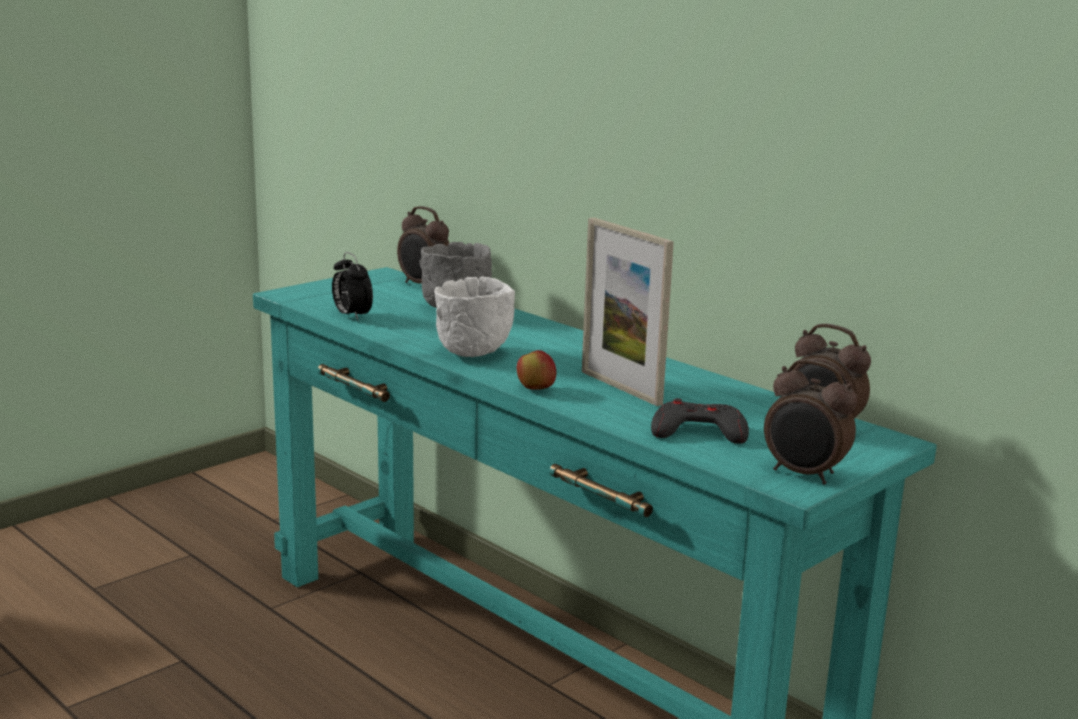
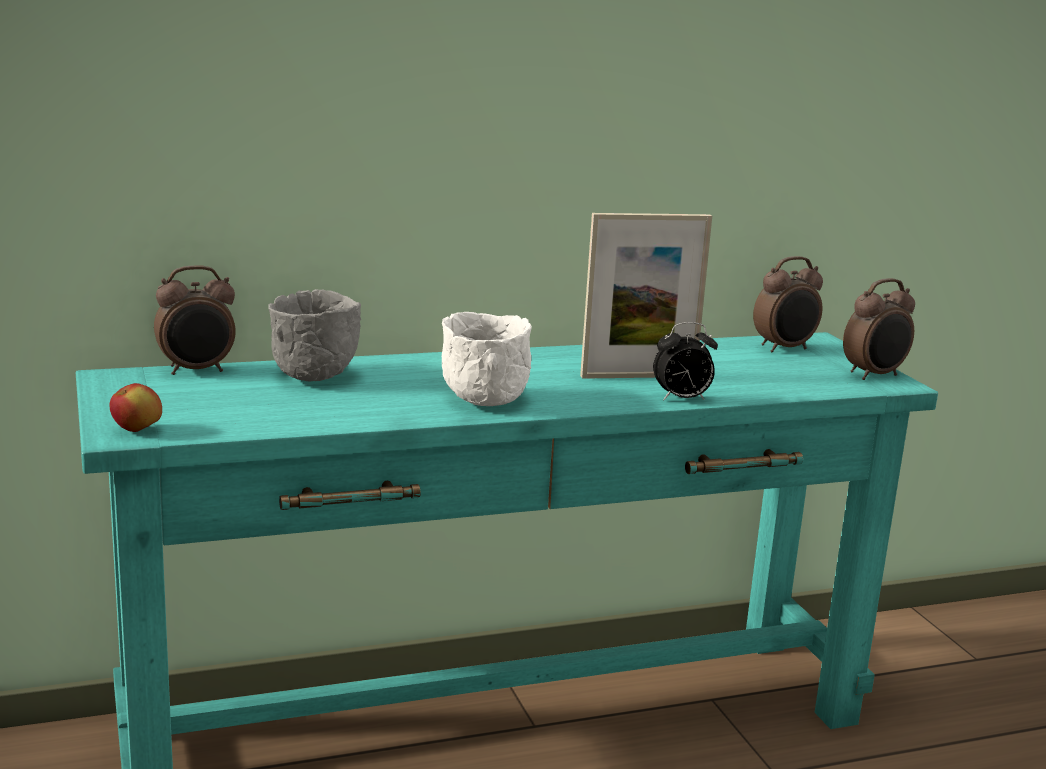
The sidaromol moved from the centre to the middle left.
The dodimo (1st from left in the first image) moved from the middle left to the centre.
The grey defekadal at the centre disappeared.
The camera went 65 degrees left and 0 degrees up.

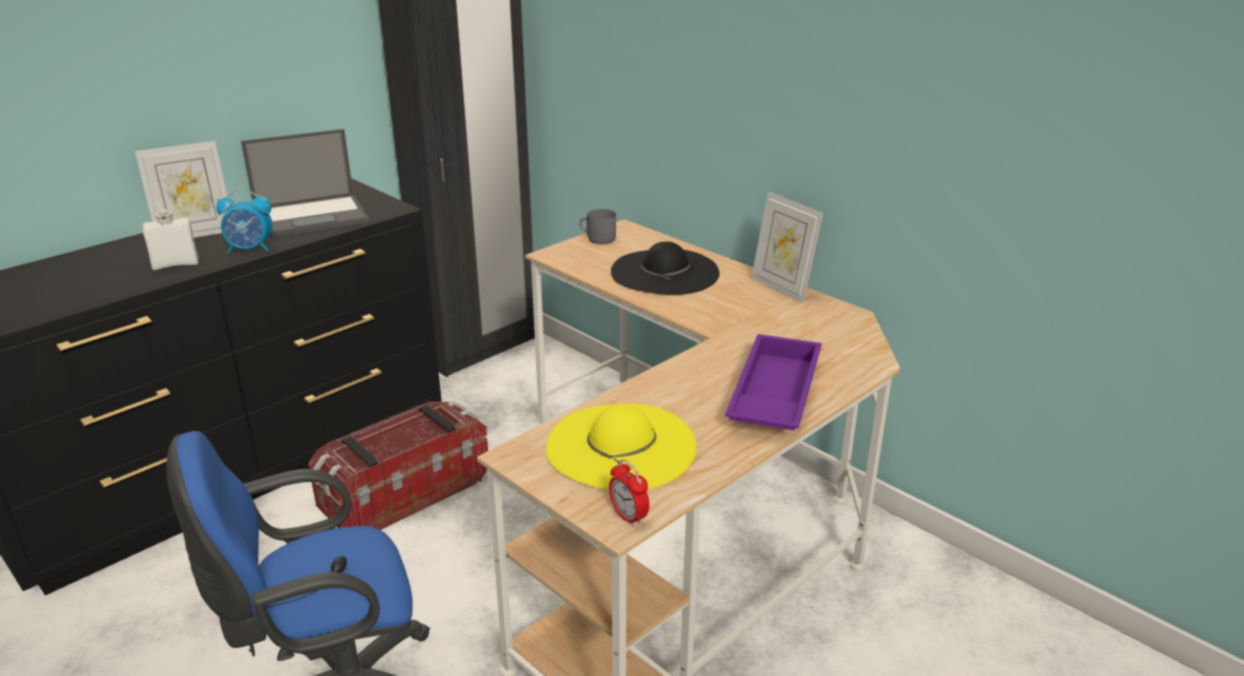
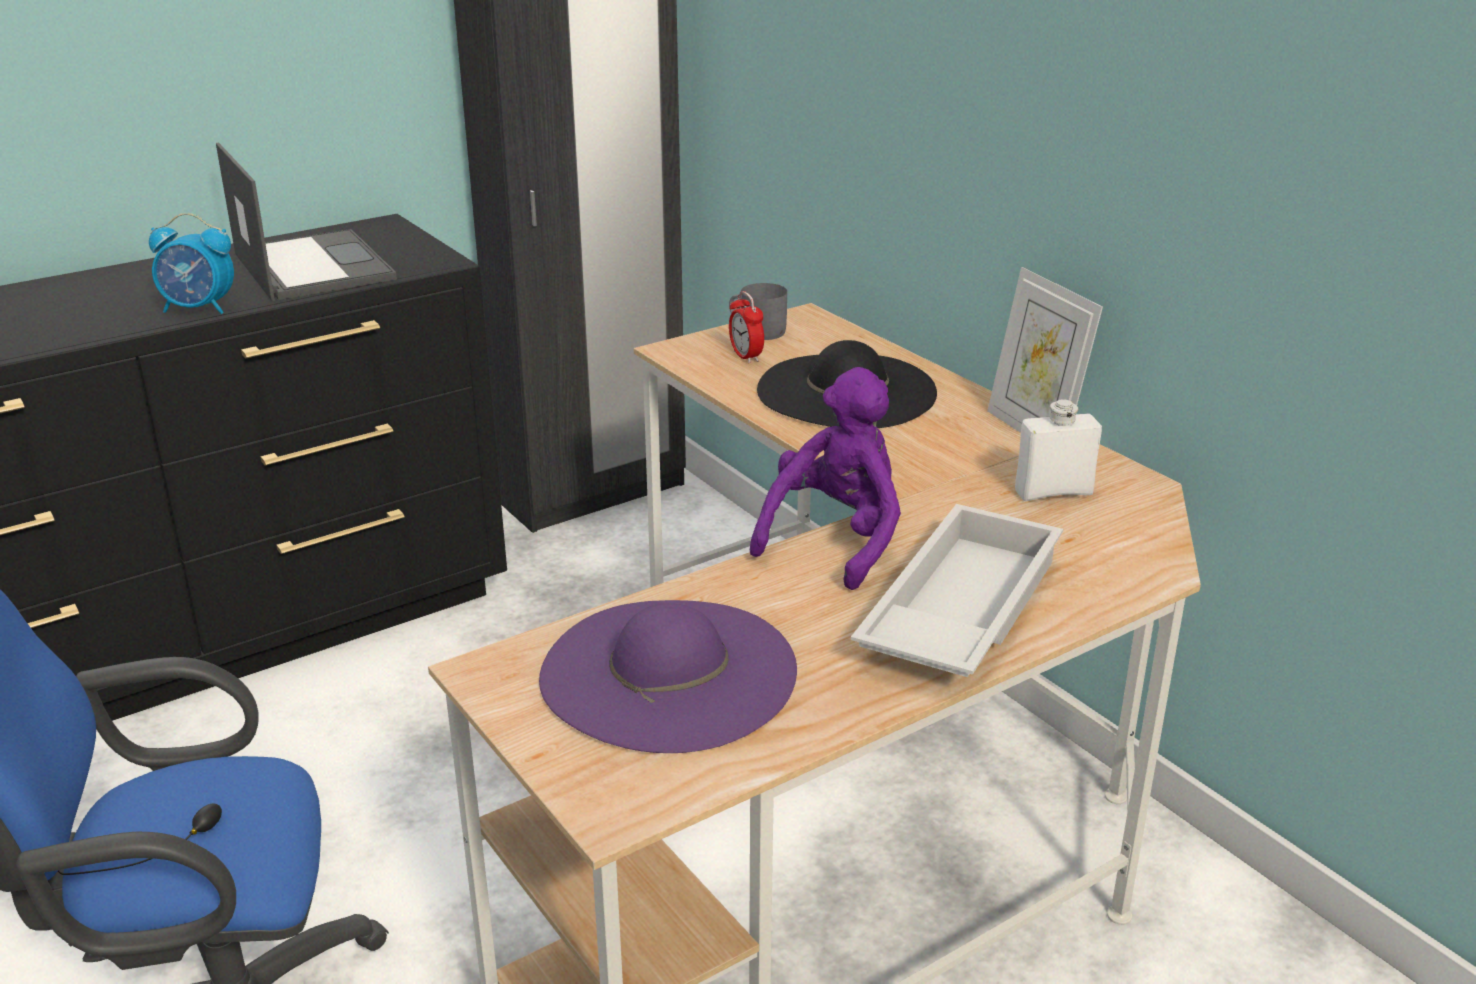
The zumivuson at the top left turned 105 degrees counterclockwise.
The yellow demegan at the centre became the purple demegan at the bottom centre.
The dodimo (2nd from left) moved from the bottom centre to the top centre.
The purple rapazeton at the centre appeared.
The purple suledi at the centre became the white suledi at the centre.
The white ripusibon moved from the middle left to the middle right.
The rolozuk (1st from left) at the top left disappeared.
The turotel at the bottom left disappeared.
The camera went 10 degrees right and 0 degrees up.

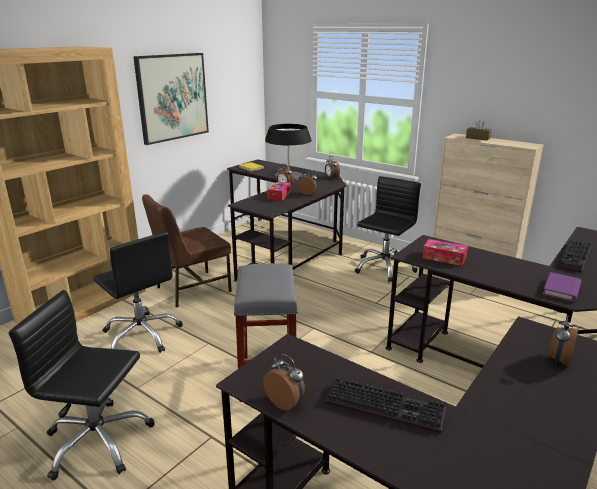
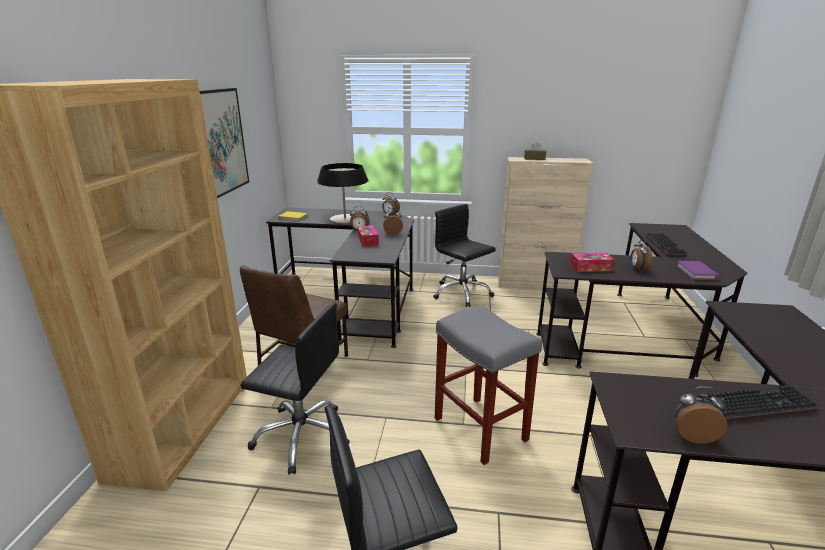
The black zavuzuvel (3rd from left) at the centre turned 45 degrees counterclockwise.
The dodimo (5th from left in the first image) moved from the bottom right to the middle right.
The camera went 30 degrees left and 0 degrees up.

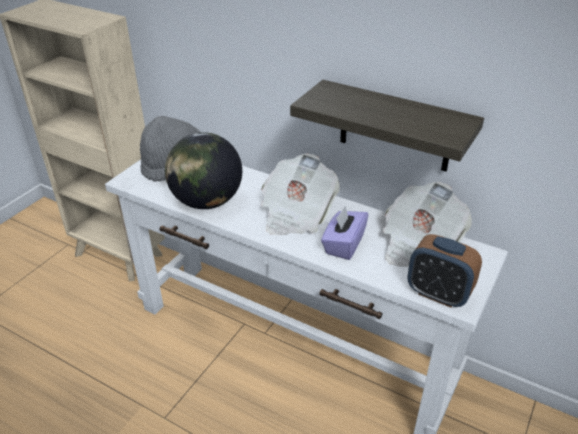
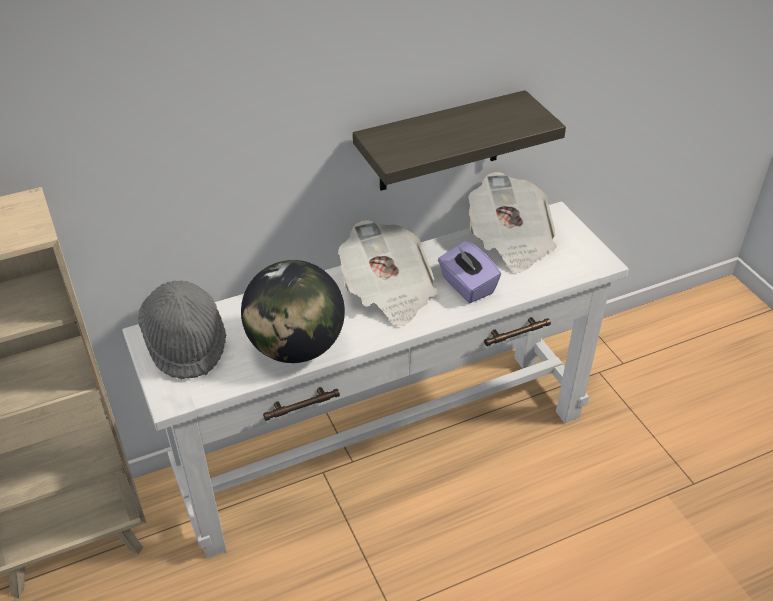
The dodimo at the middle right disappeared.
The camera went 55 degrees left and 5 degrees up.

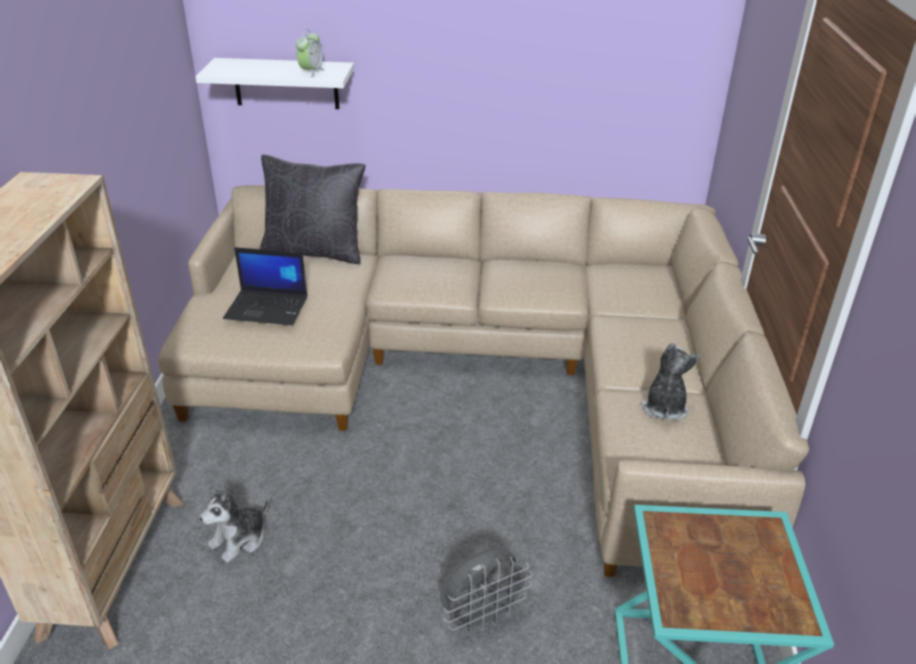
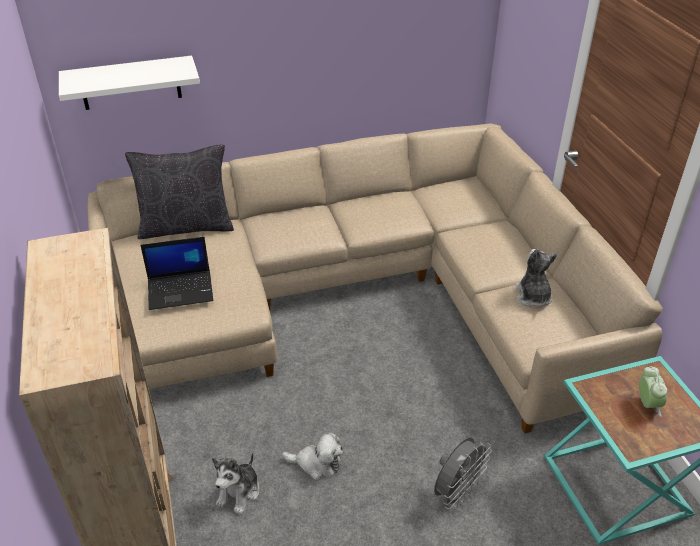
The rapazeton (2nd from left) at the bottom centre appeared.
The dodimo moved from the top centre to the bottom right.
The camera went 20 degrees left and 5 degrees up.

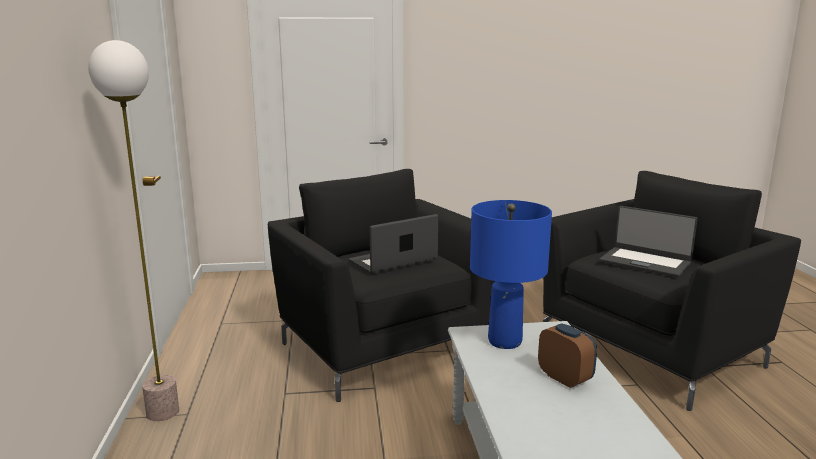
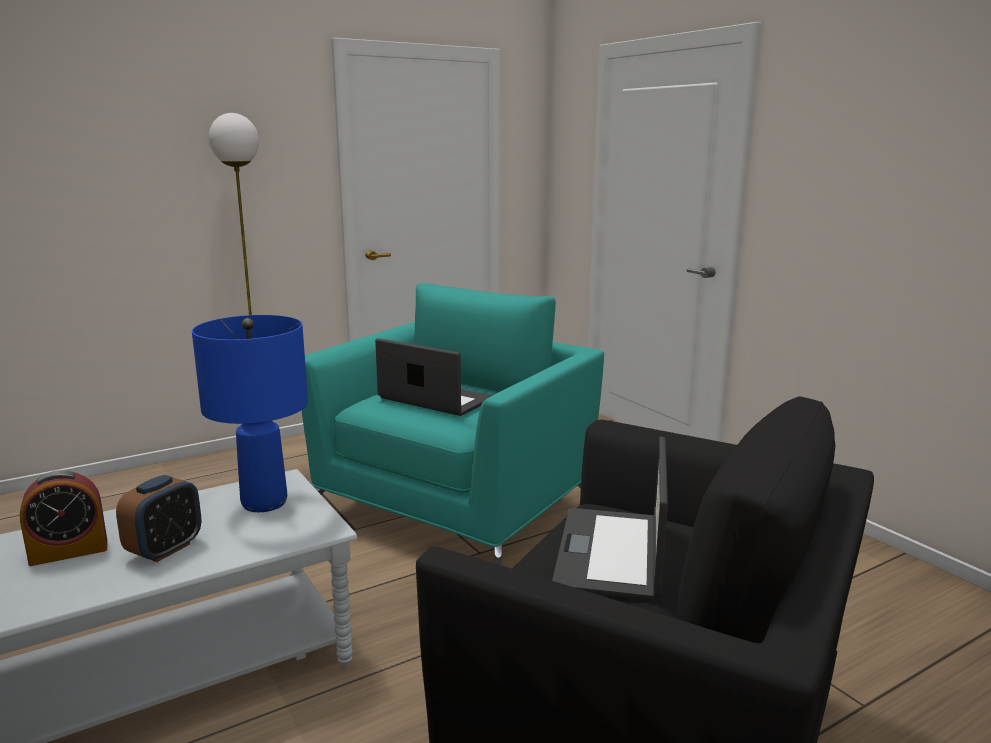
The dodimo (1st from left) at the bottom left appeared.
The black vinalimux (1st from left) at the centre became the turquoise vinalimux at the centre.
The camera went 65 degrees right and 0 degrees up.

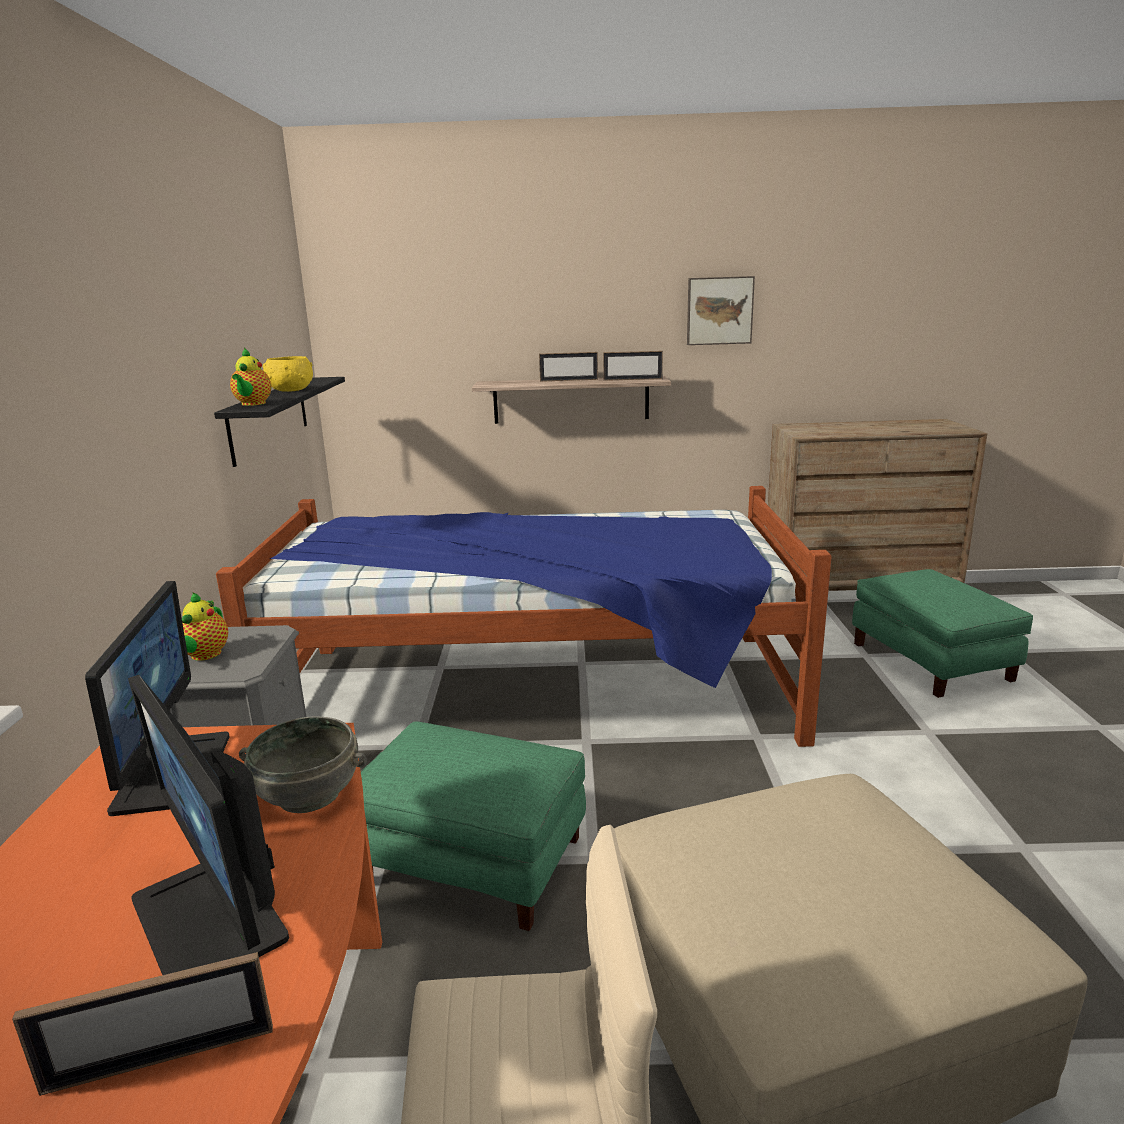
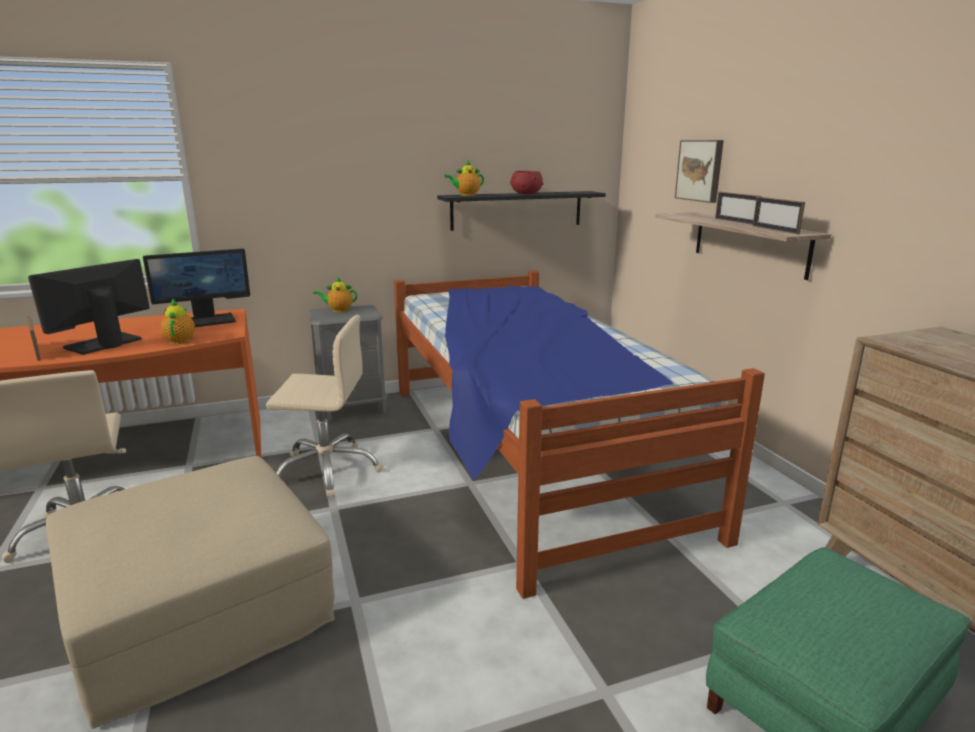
The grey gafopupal at the bottom left was replaced by the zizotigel (1st from left) at the middle left.
The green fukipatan (1st from left) at the bottom centre was replaced by the beige zavuzuvel (2nd from left) at the middle left.
The yellow gafopupal at the top left became the red gafopupal at the top centre.
The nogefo moved from the top centre to the top right.
The camera went 70 degrees right and 0 degrees up.

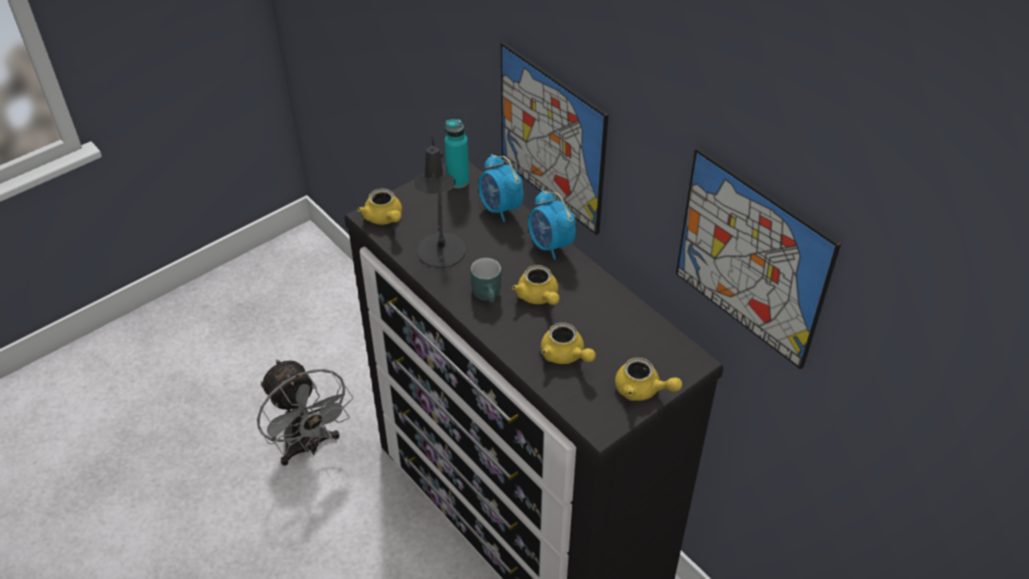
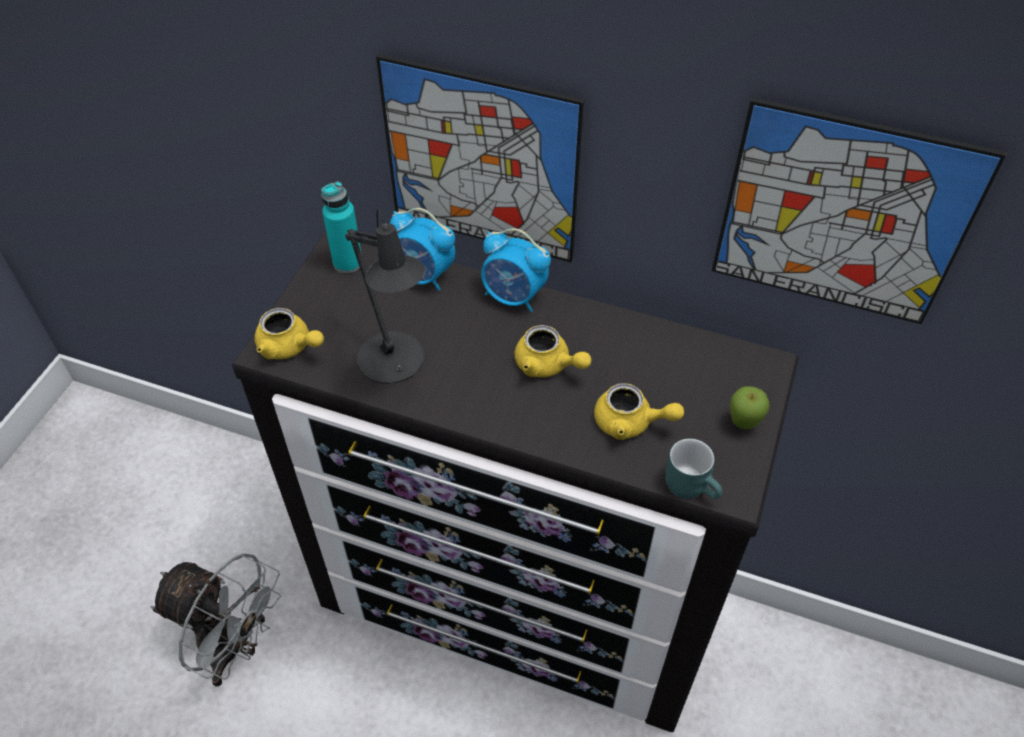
The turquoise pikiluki moved from the centre to the middle right.
The yellow zizotigel (4th from left) at the centre was replaced by the sidaromol at the middle right.
The camera went 30 degrees left and 5 degrees up.

